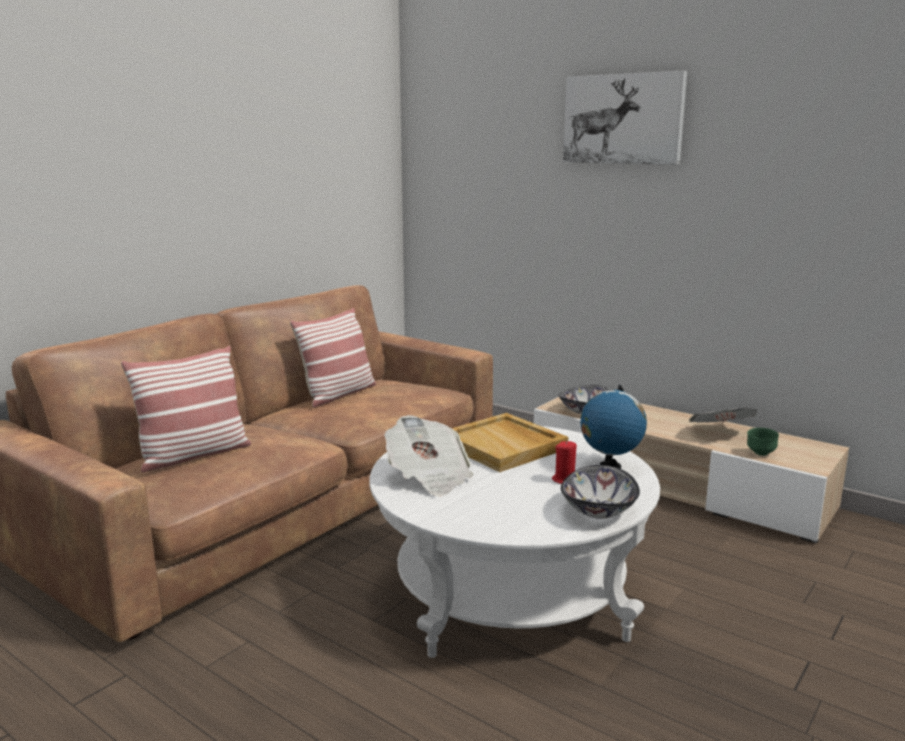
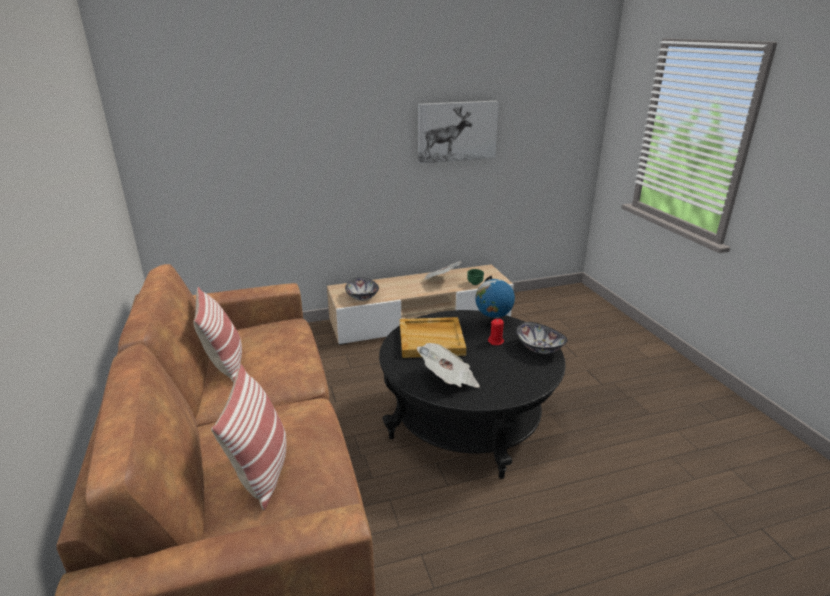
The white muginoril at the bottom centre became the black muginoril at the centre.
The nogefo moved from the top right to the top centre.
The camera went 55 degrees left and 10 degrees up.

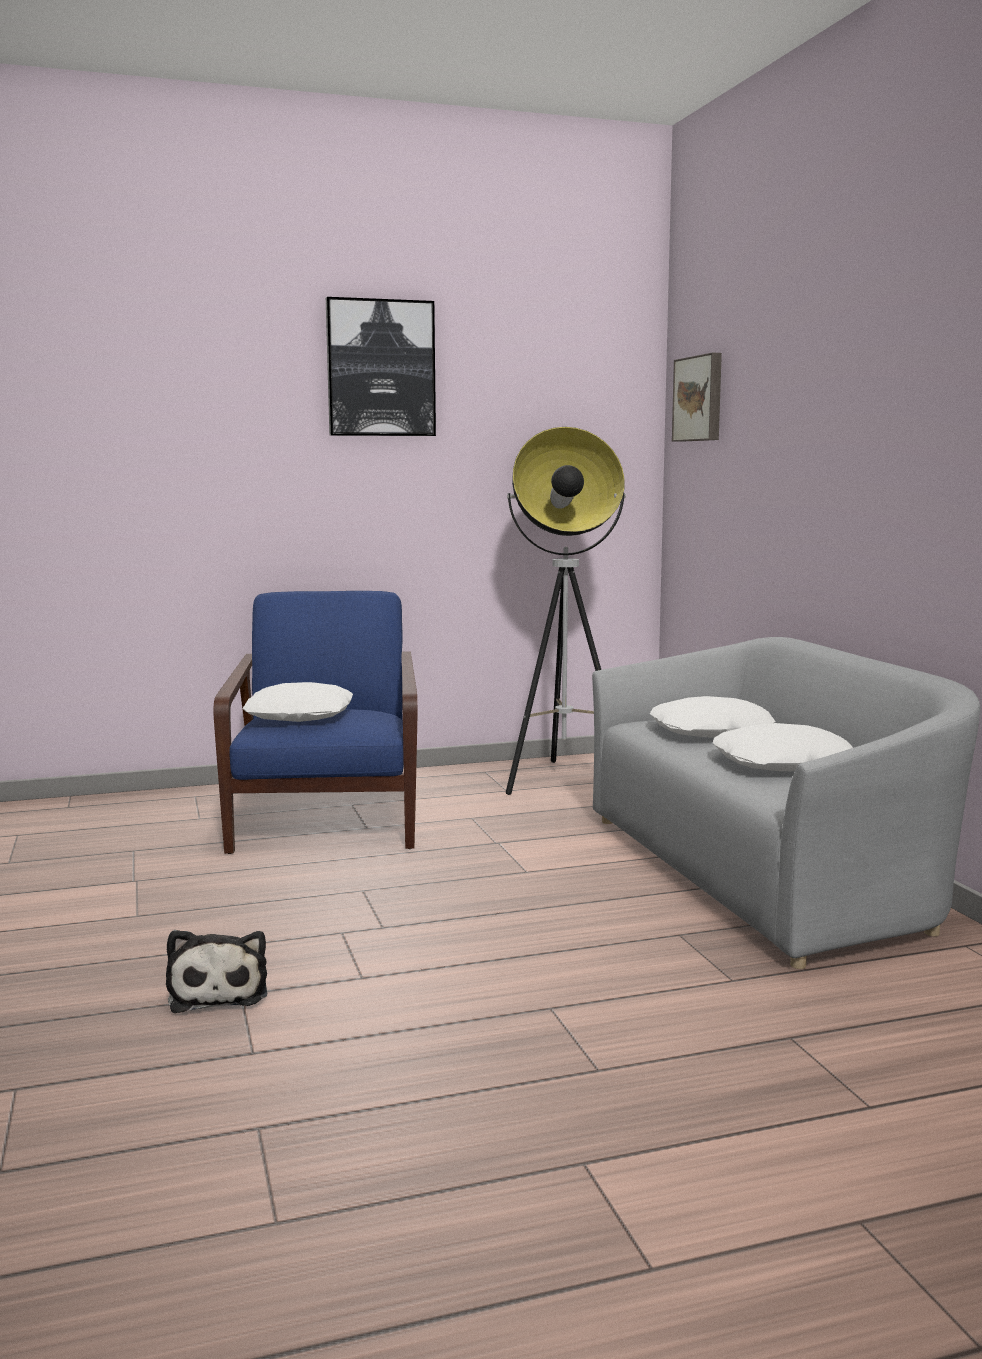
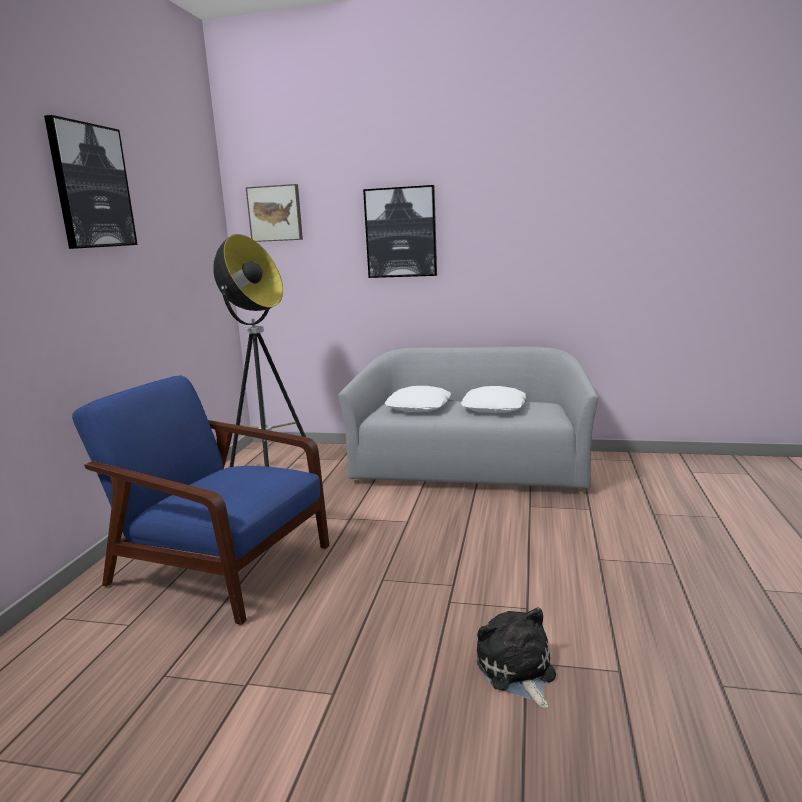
The nogefo (3rd from left) at the top centre appeared.
The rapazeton at the bottom left turned 120 degrees counterclockwise.
The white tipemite (1st from left) at the middle left disappeared.
The camera went 60 degrees left and 5 degrees up.

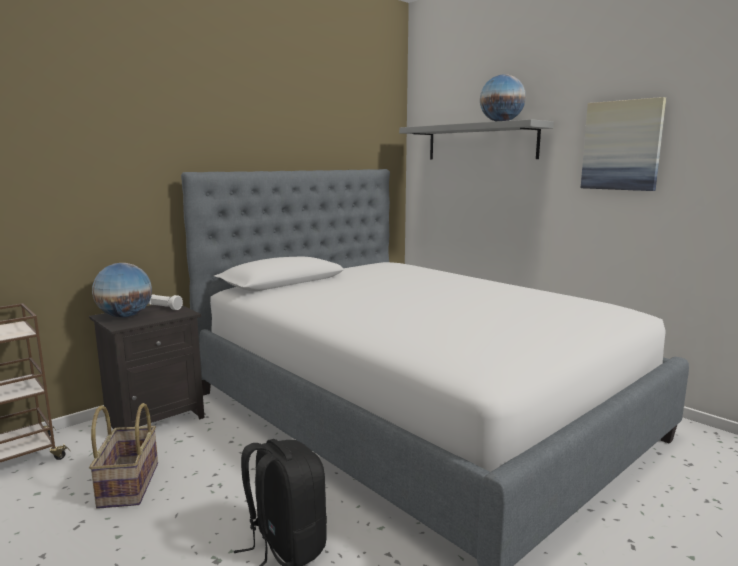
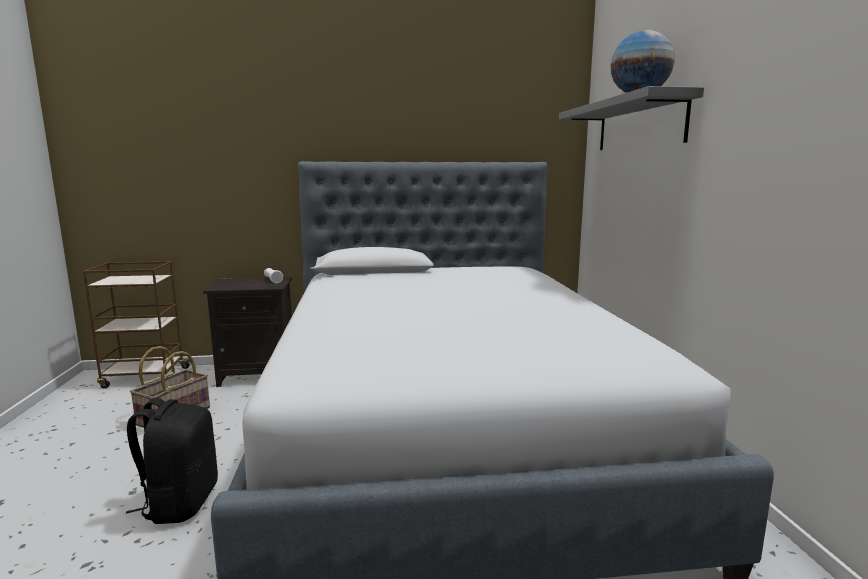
The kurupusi (1st from left) at the middle left disappeared.
The nogefo at the top right disappeared.
The camera went 35 degrees right and 0 degrees up.

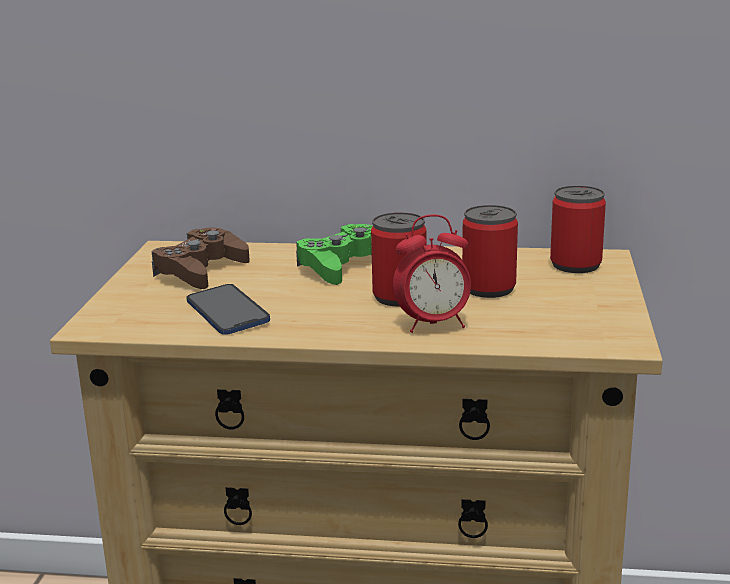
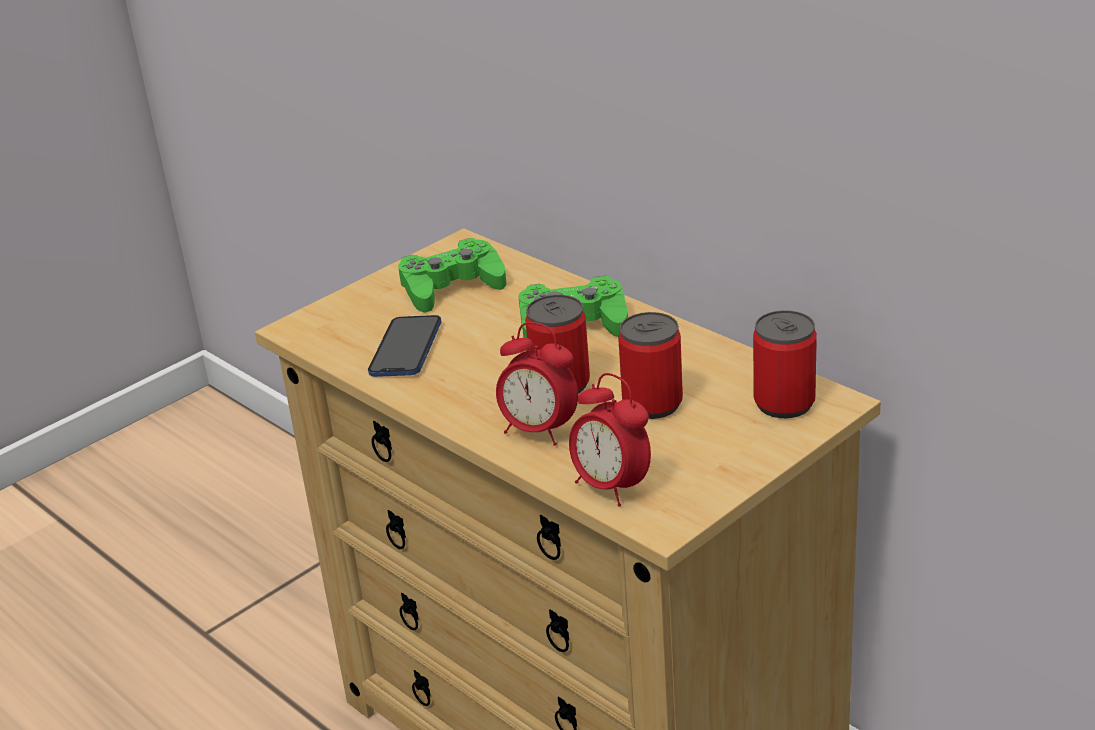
The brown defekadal at the middle left became the green defekadal (1st from left) at the centre.
The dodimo (2nd from left) at the centre appeared.
The camera went 40 degrees right and 10 degrees up.

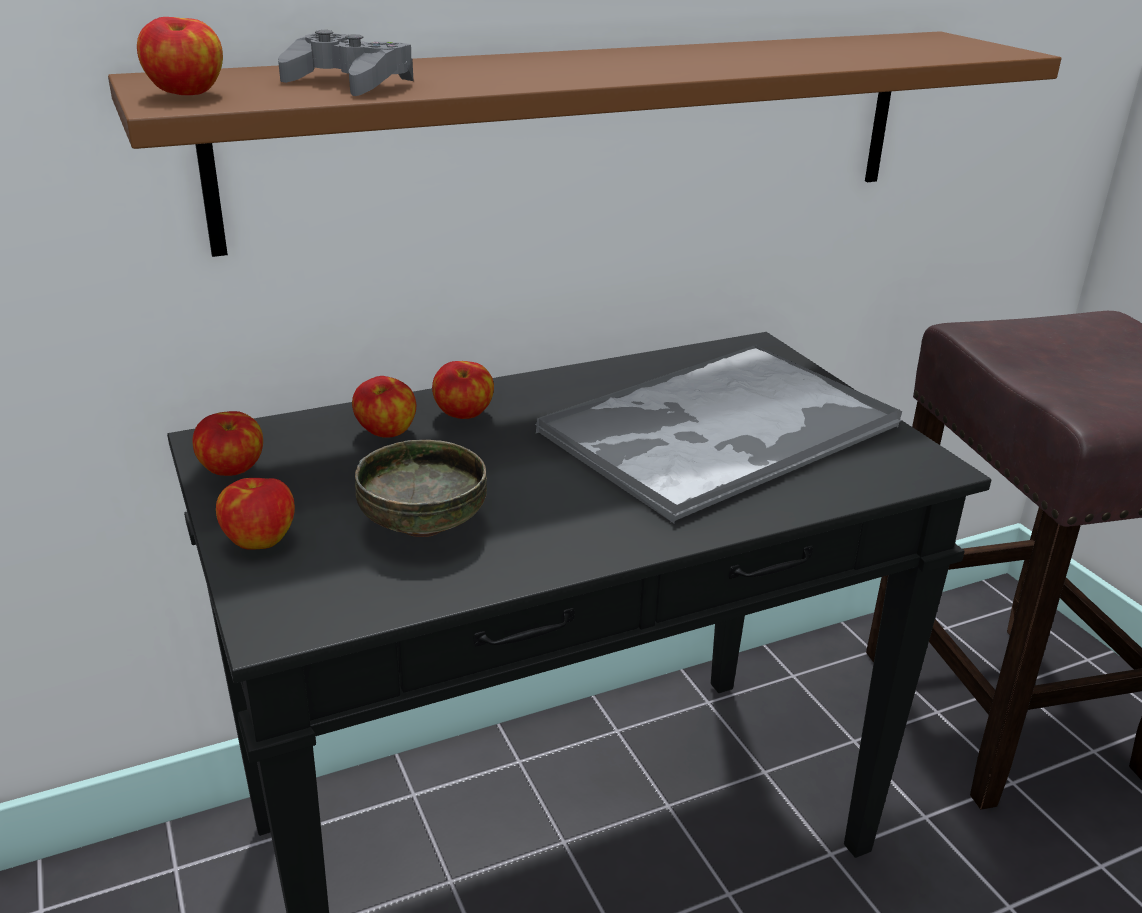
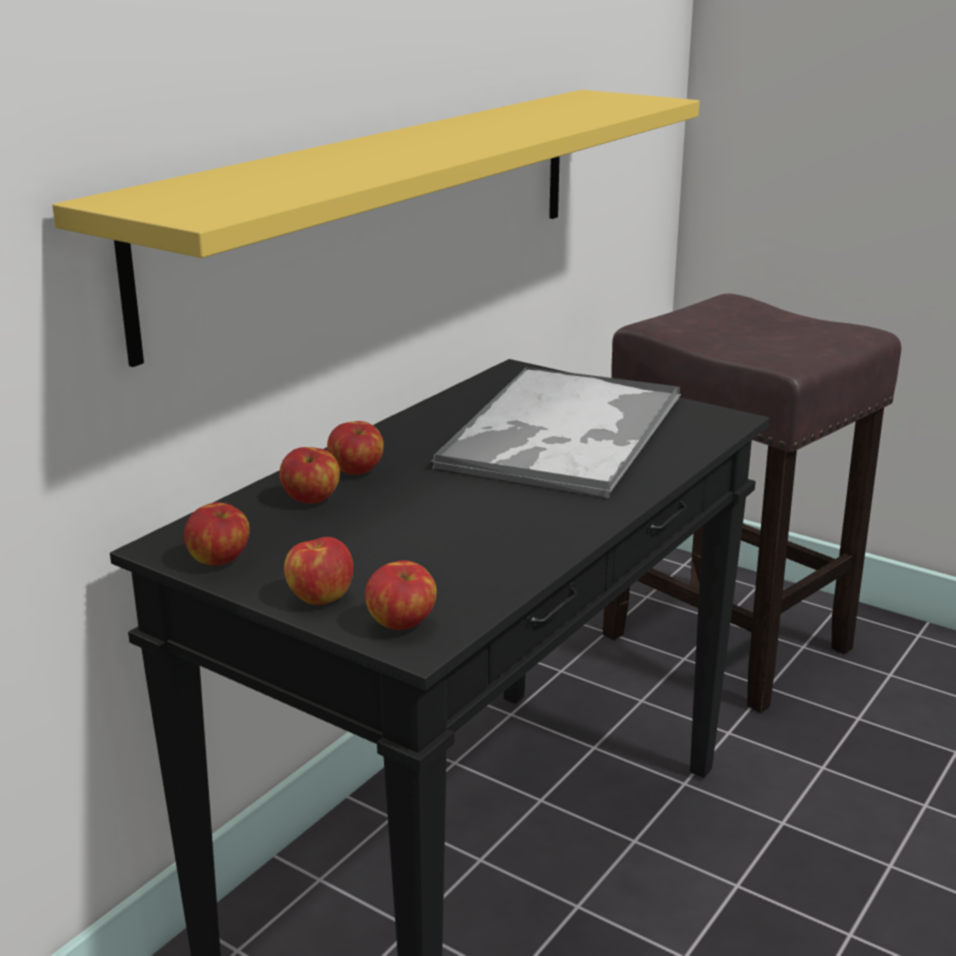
The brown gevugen at the top centre became the yellow gevugen at the top centre.
The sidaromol (1st from left in the first image) moved from the top left to the centre.
The grey defekadal at the top left disappeared.
The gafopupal at the centre disappeared.
The camera went 30 degrees left and 5 degrees down.

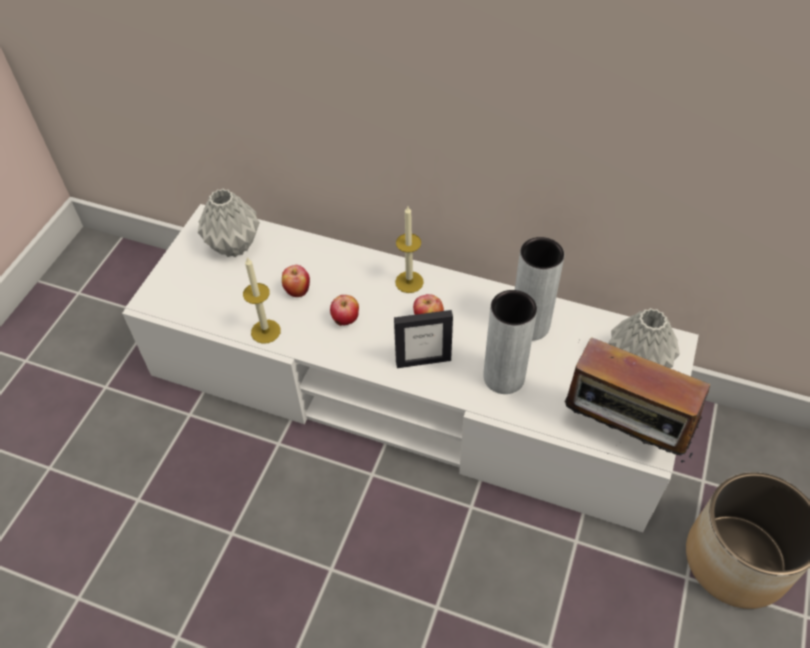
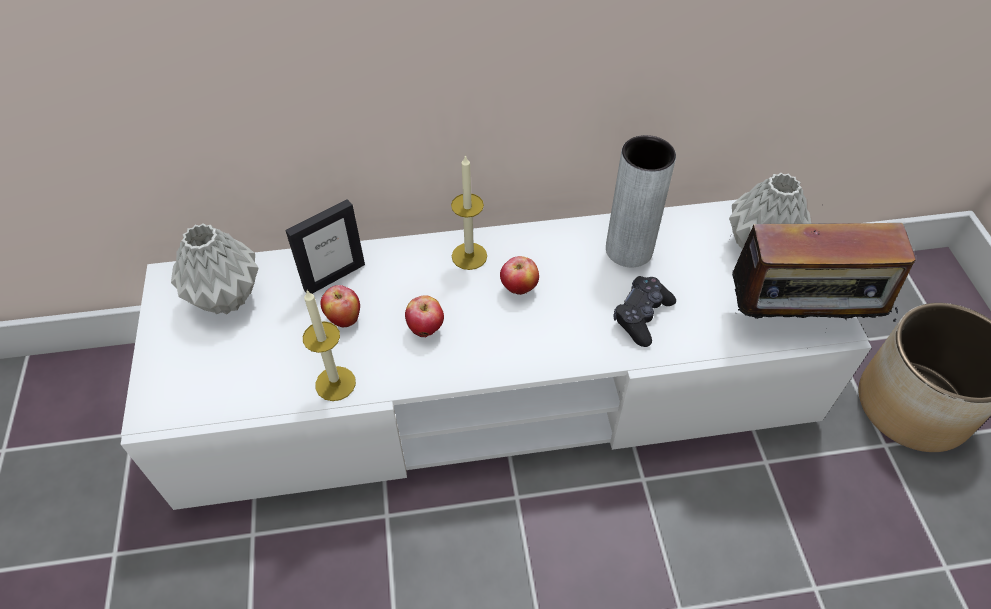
The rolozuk moved from the centre to the middle left.
The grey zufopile (2nd from left) at the centre was replaced by the black defekadal at the centre.
The camera went 30 degrees left and 0 degrees up.

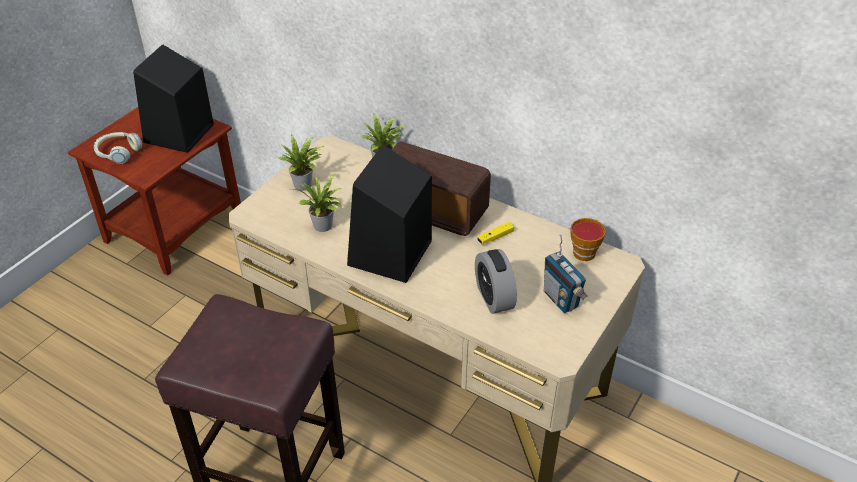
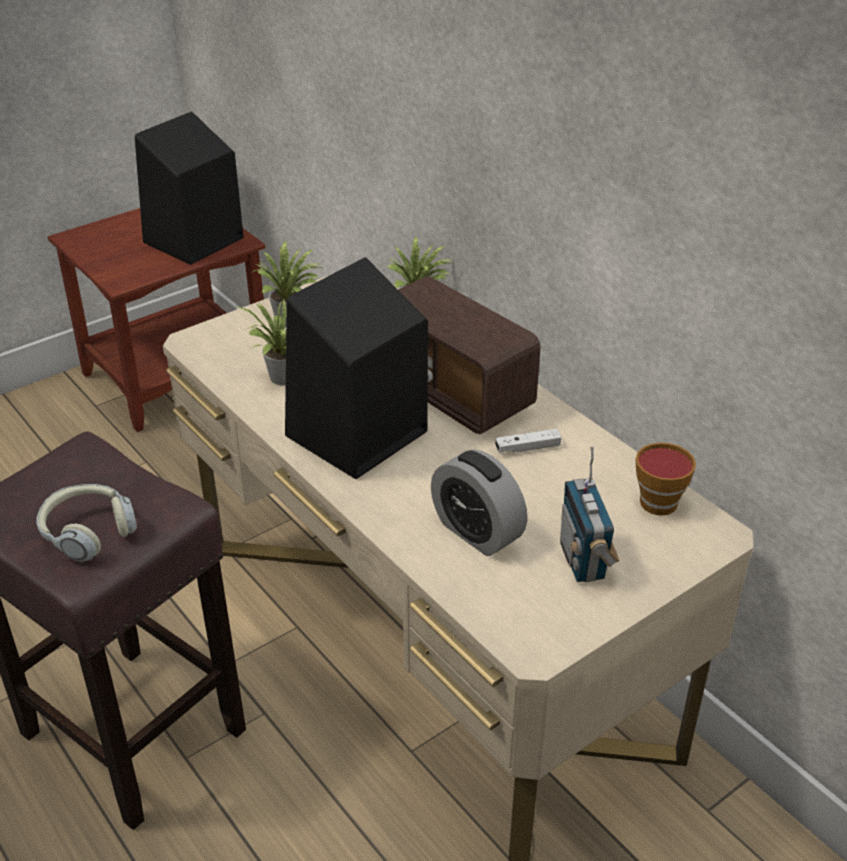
The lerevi moved from the top left to the middle left.
The dodimo at the centre turned 45 degrees counterclockwise.
The yellow defekadal at the centre became the white defekadal at the centre.
The camera went 20 degrees right and 5 degrees down.

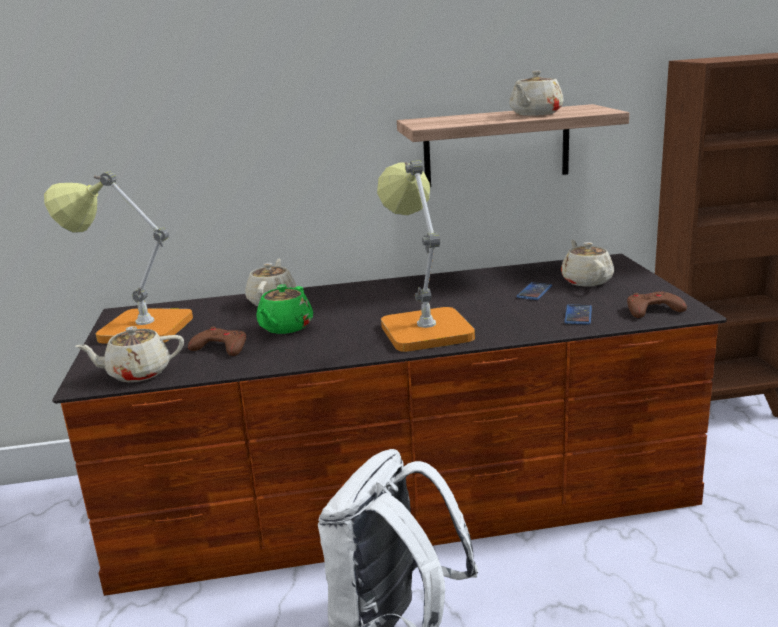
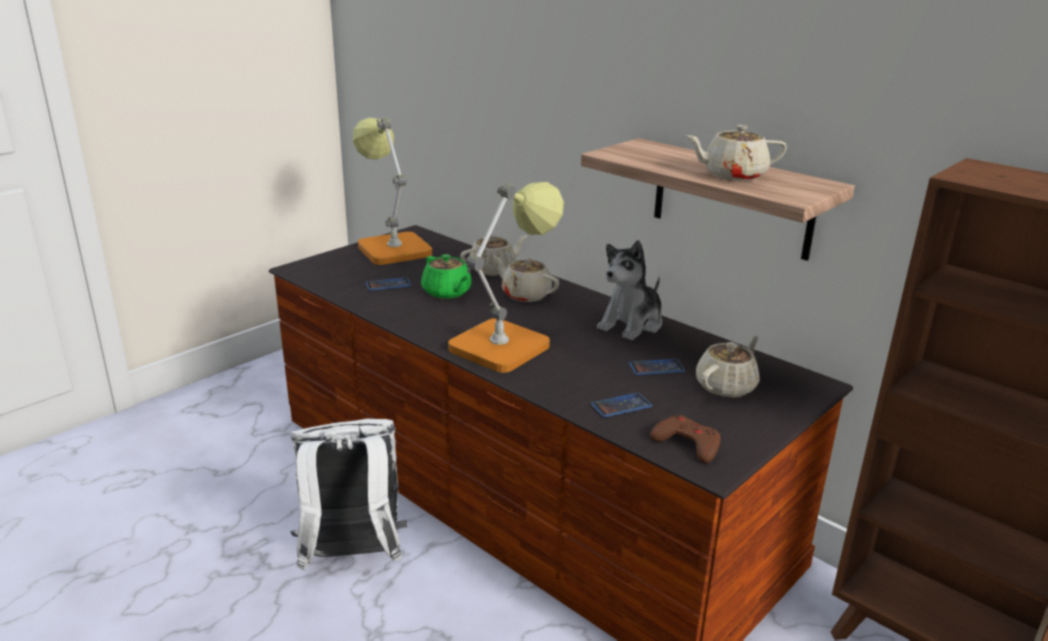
The brown defekadal (1st from left) at the middle left was replaced by the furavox (1st from left) at the centre.
The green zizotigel at the centre turned 105 degrees counterclockwise.
The beige zizotigel (1st from left in the first image) moved from the middle left to the centre.
The rapazeton at the centre appeared.
The camera went 50 degrees right and 5 degrees up.

